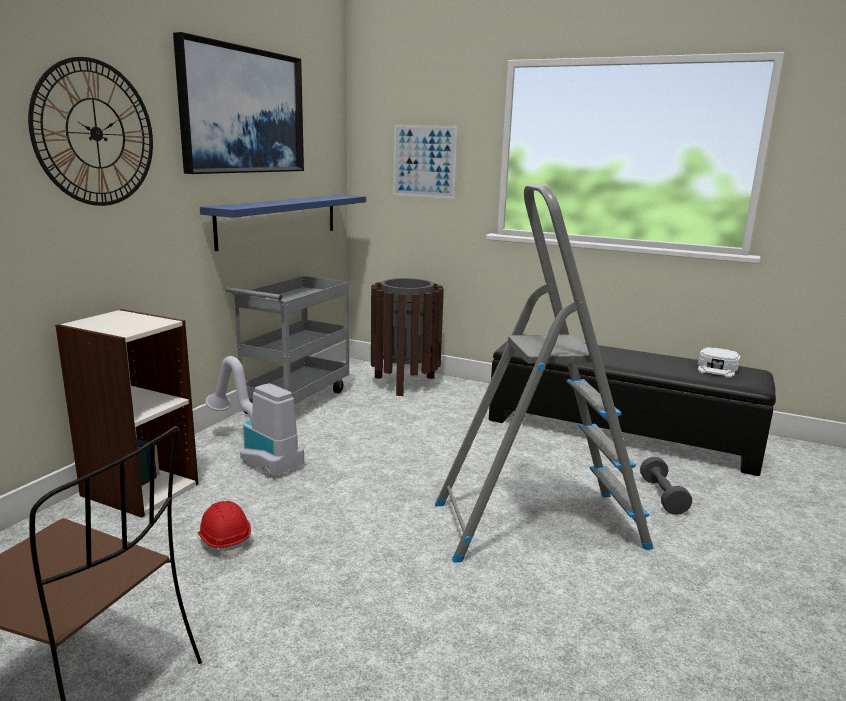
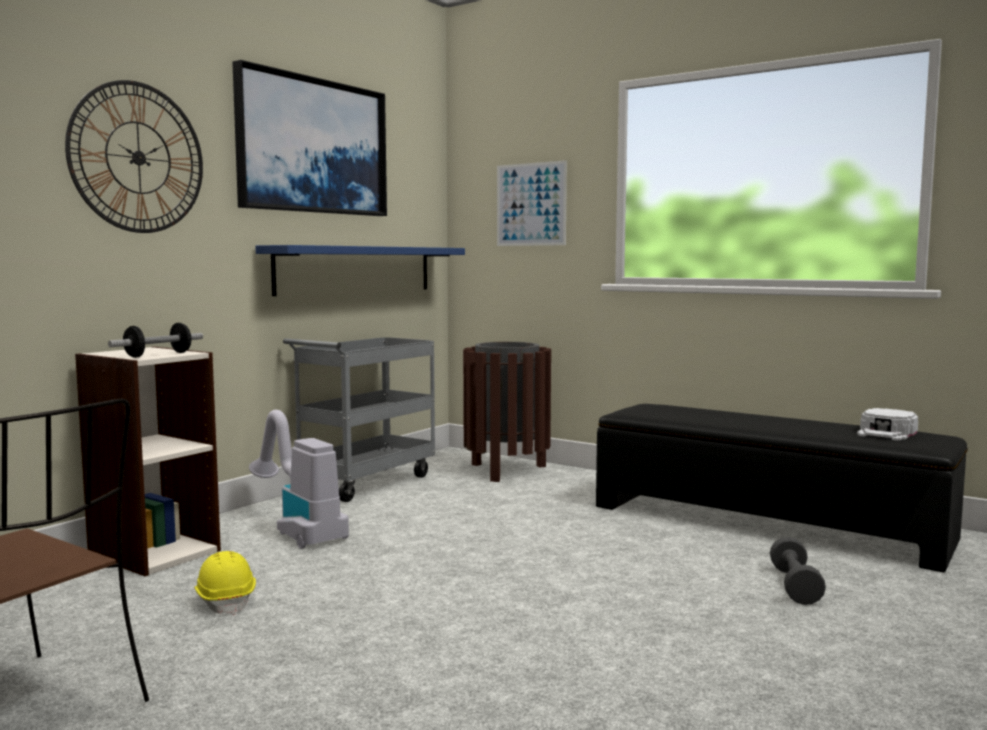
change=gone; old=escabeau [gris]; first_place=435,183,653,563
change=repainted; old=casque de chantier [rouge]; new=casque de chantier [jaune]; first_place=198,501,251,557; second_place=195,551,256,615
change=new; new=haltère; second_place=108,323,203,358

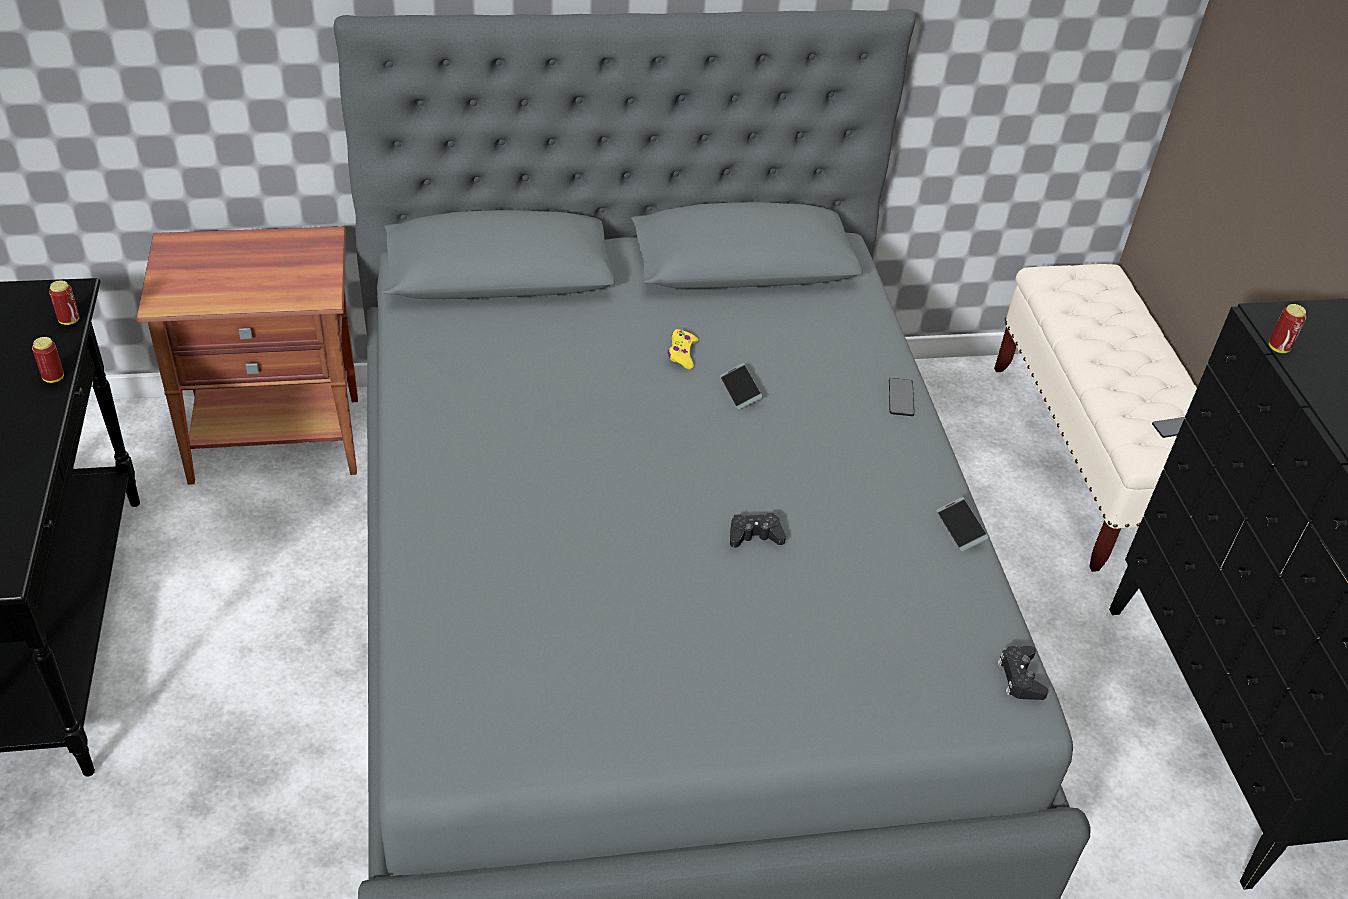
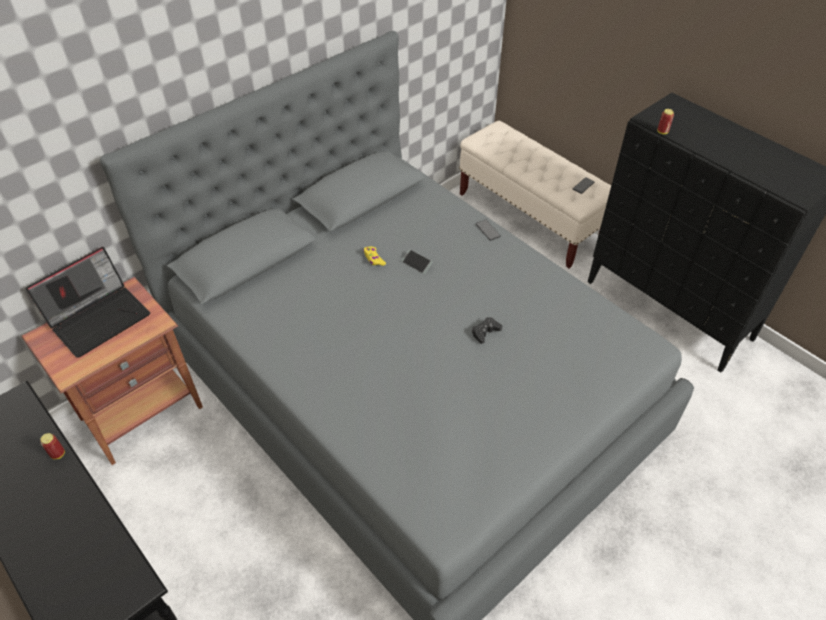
change=gone; old=boîte métallique; first_place=49,280,79,325
change=gone; old=téléphone; first_place=937,497,989,552
change=gone; old=manette [noir]; first_place=997,646,1049,700
change=new; new=ordinateur portable; second_place=26,247,150,358

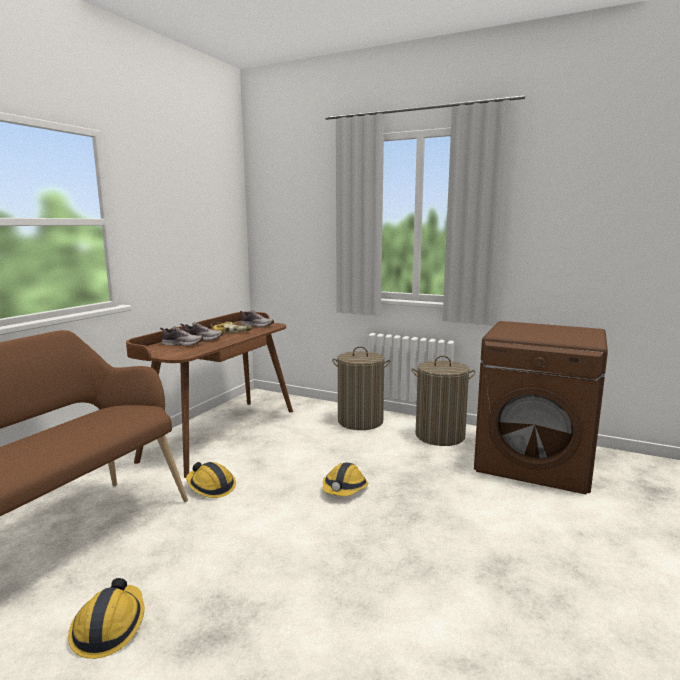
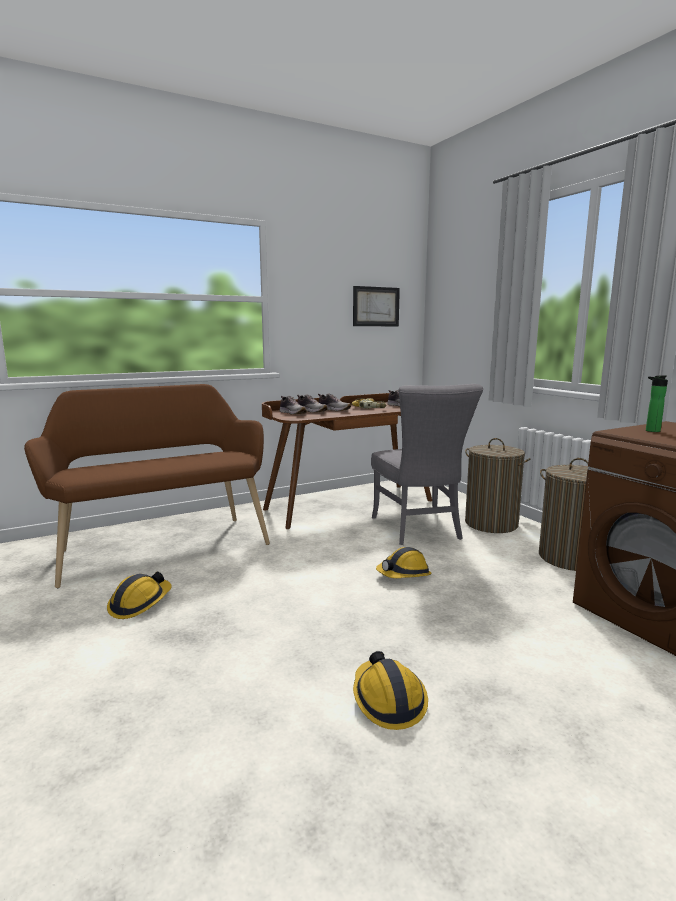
change=shifted; old=casque de chantier; first_place=186,462,236,498; second_place=353,651,428,730
change=new; new=tableau; second_place=353,286,400,326
change=new; new=bouteille; second_place=646,375,668,432
change=new; new=chaise [gris]; second_place=371,384,484,545
change=new; new=chaussure; second_place=280,396,307,415

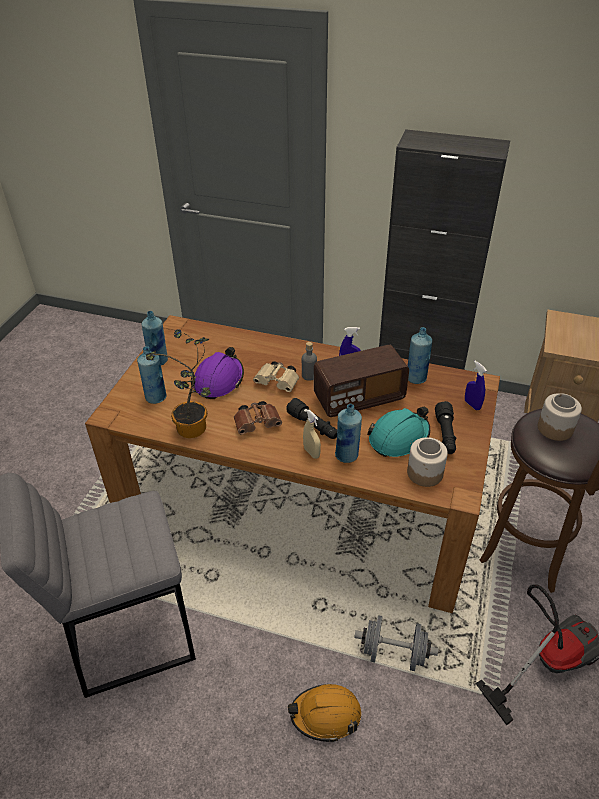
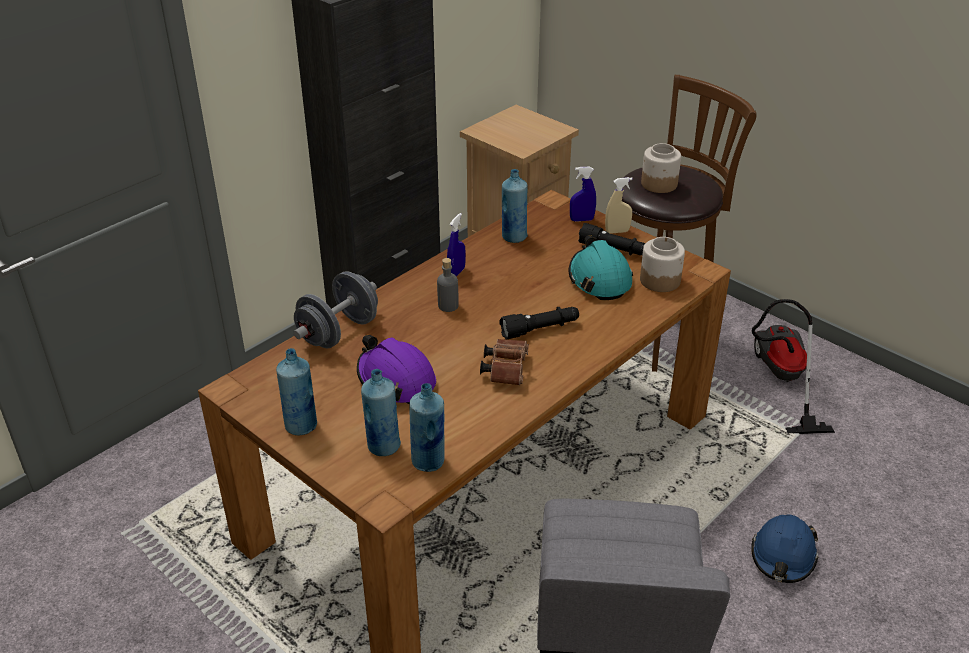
change=gone; old=plante en pot; first_place=146,329,211,438
change=gone; old=radio; first_place=314,345,409,417
change=gone; old=jumelles [beige]; first_place=253,361,299,392
change=shifted; old=bouteille [bleu]; first_place=335,404,362,463; second_place=409,383,445,472
change=shifted; old=vaporisateur [beige]; first_place=303,410,321,459; second_place=605,177,633,234
change=shifted; old=haltère [gris]; first_place=354,615,438,671; second_place=294,271,378,348
change=repainted; old=casque de chantier [orange]; new=casque de chantier [bleu]; first_place=288,684,361,742; second_place=751,515,818,583

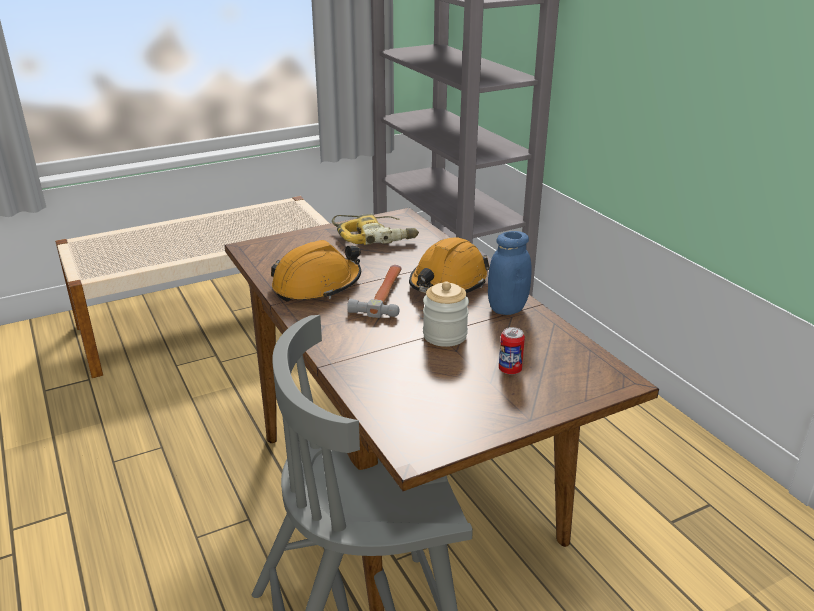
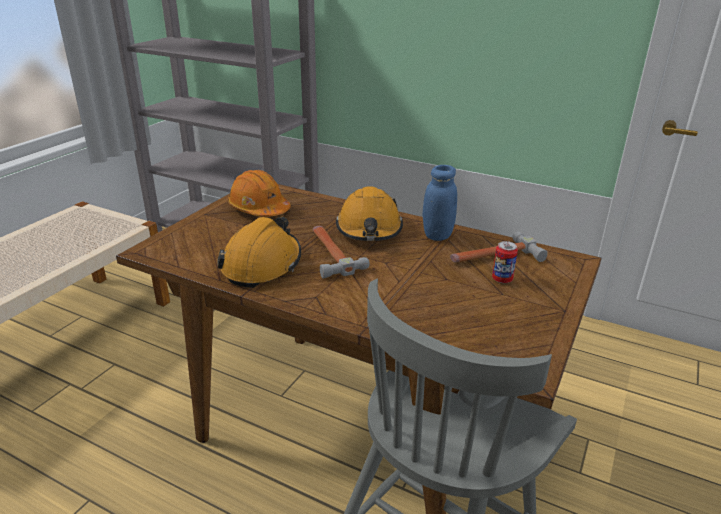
change=swapped; old=perceuse; new=casque de chantier [orange]; first_place=332,214,419,245; second_place=228,170,291,217
change=gone; old=bocal; first_place=423,281,469,347
change=new; new=marteau; second_place=450,232,548,262

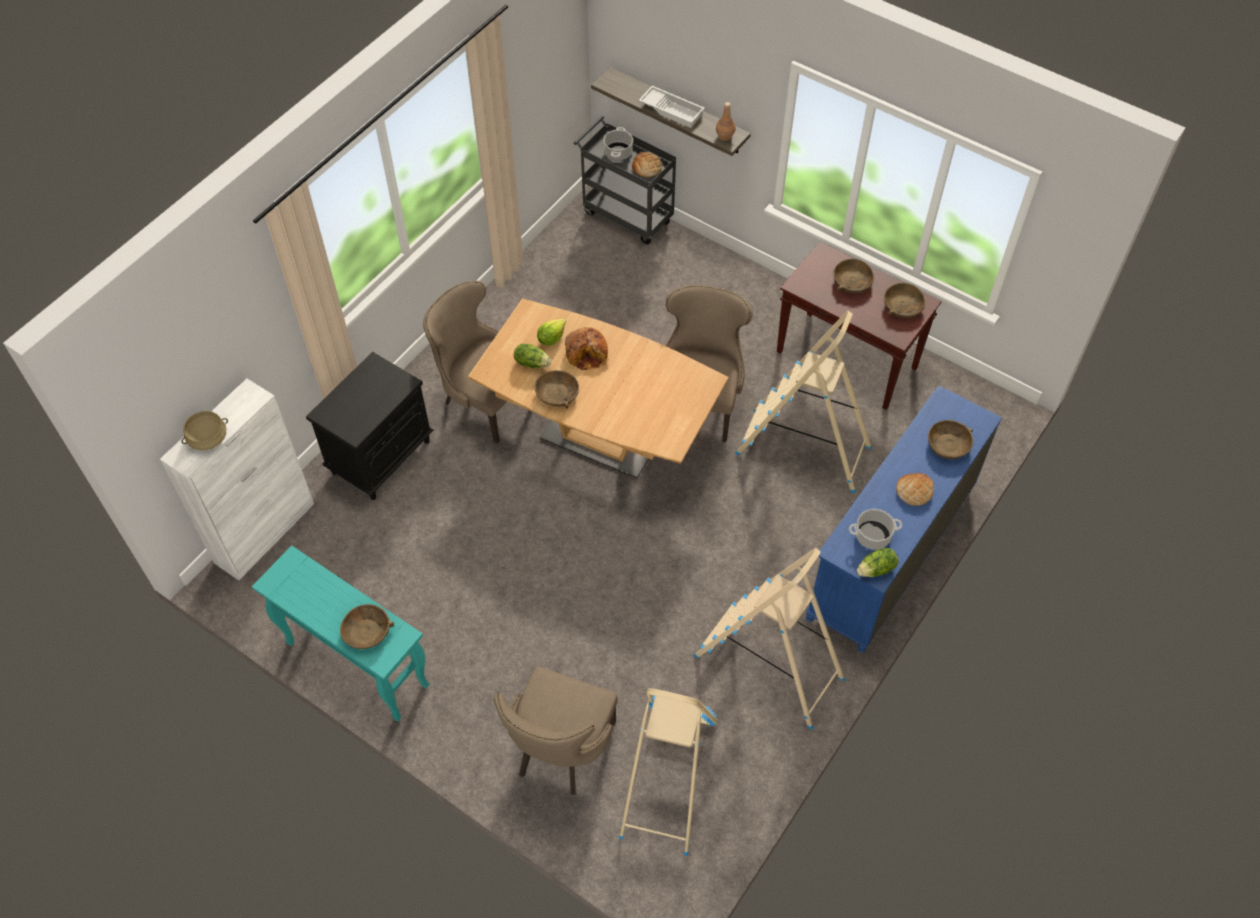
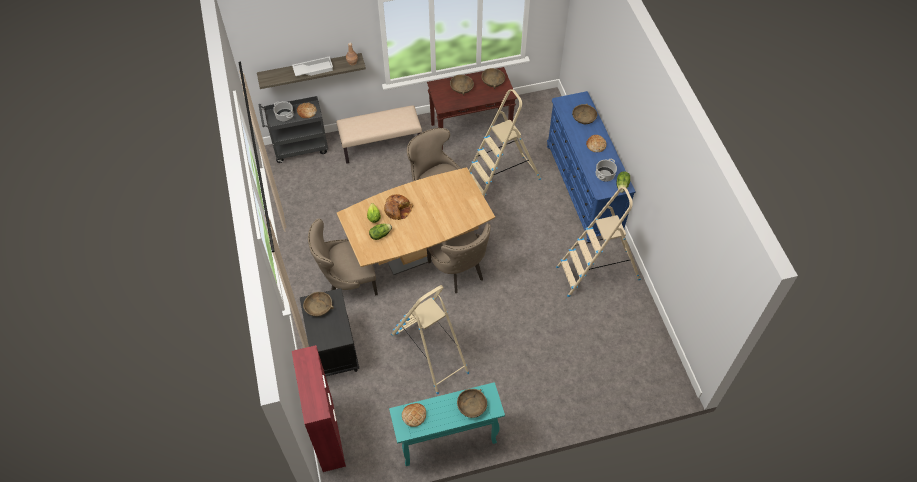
change=shifted; old=bol [marron]; first_place=535,370,579,409; second_place=303,292,334,316
change=repainted; old=meuble de rangement [blanc]; new=meuble de rangement [rouge]; first_place=160,379,314,580; second_place=292,345,346,472
change=gone; old=marmite [beige]; first_place=181,411,228,450
change=shifted; old=chaise [beige]; first_place=494,666,618,795; second_place=427,223,491,293
change=shifted; old=escabeau [beige]; first_place=619,688,718,856; second_place=391,285,469,394
change=new; new=banc [beige]; second_place=336,105,422,164
change=new; new=pain; second_place=402,403,426,427

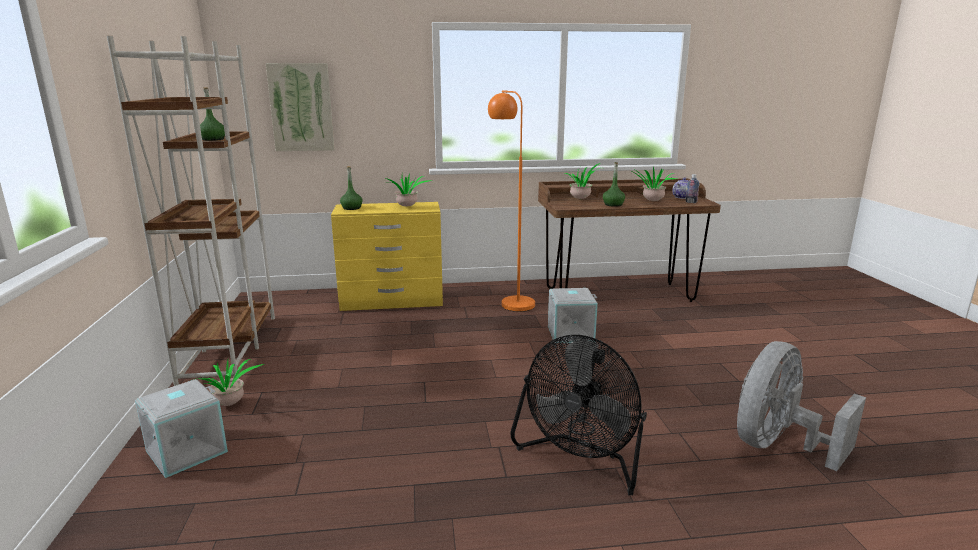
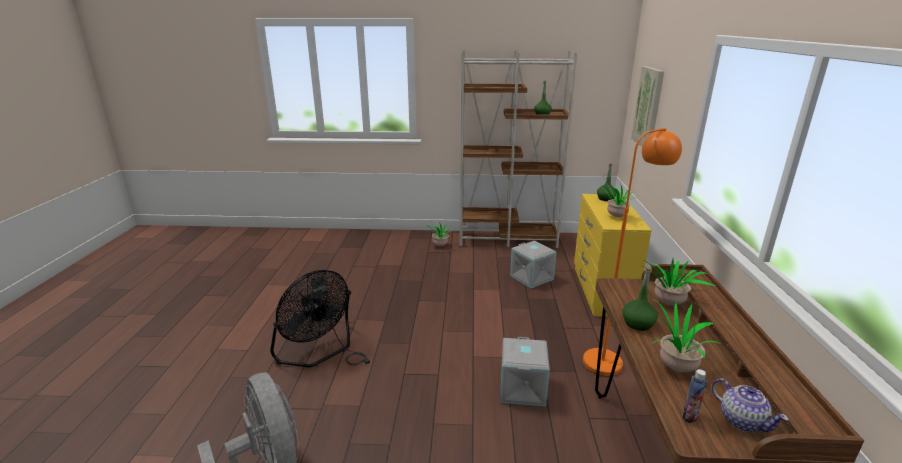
change=shifted; old=boîte de rangement [gris]; first_place=135,379,228,478; second_place=510,241,556,288

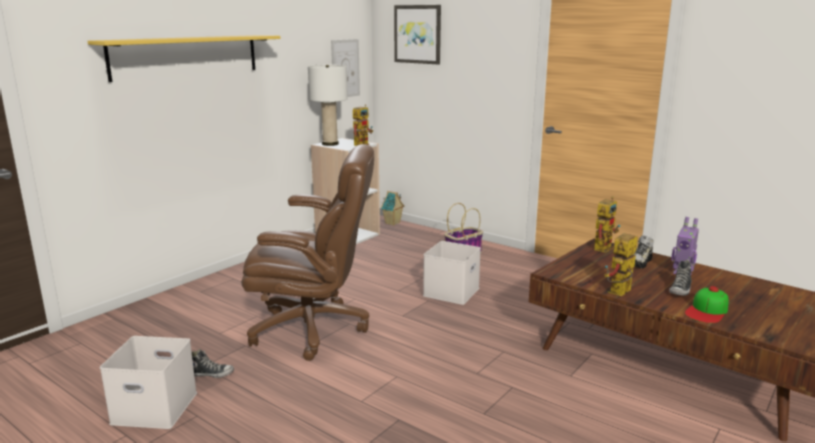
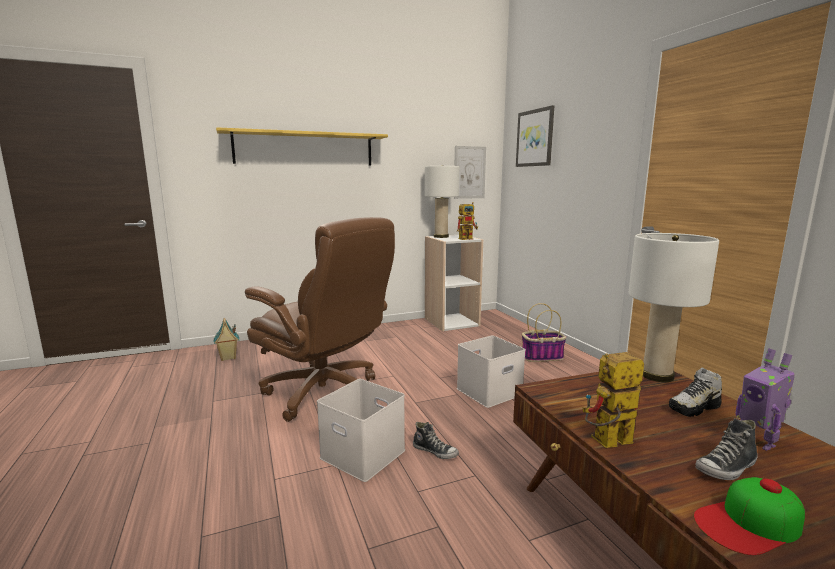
change=shifted; old=maison miniature; first_place=381,191,405,226; second_place=214,318,239,361
change=swapped; old=robot jouet; new=lampe de table [blanc]; first_place=594,196,620,253; second_place=628,233,719,382
change=shifted; old=boîte de rangement [blanc]; first_place=100,336,197,429; second_place=317,379,405,482
change=shifted; old=chaussure; first_place=192,349,234,378; second_place=413,422,459,459

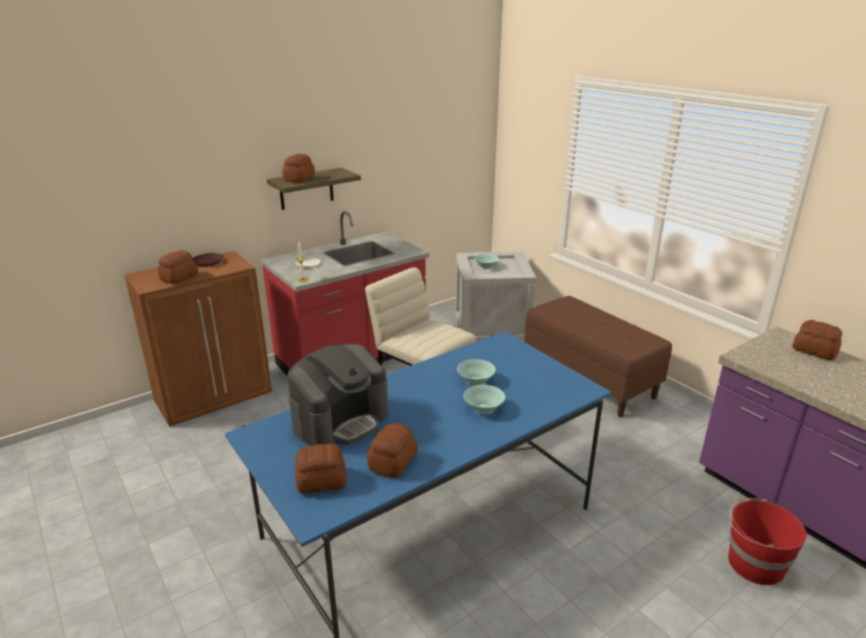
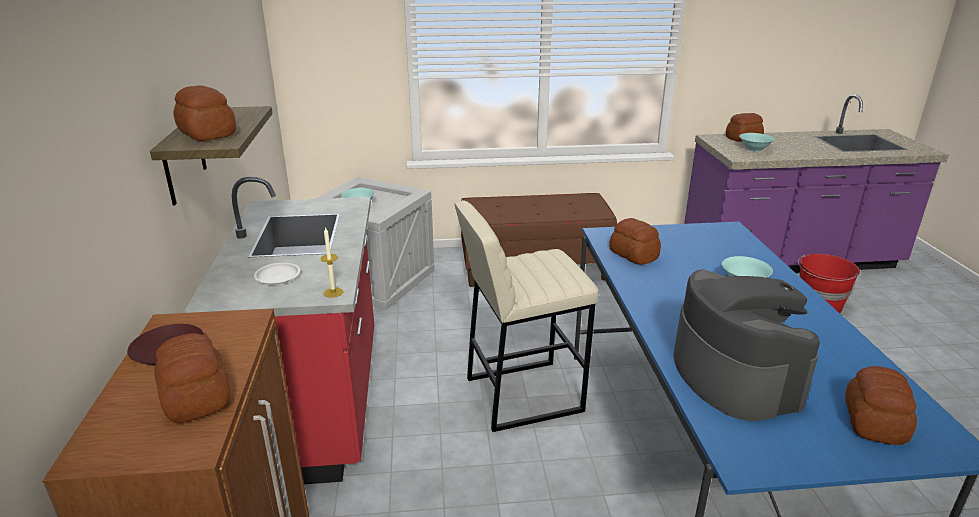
change=shifted; old=bol [turquoise]; first_place=457,359,496,386; second_place=739,133,774,152
change=shifted; old=pain; first_place=367,423,418,478; second_place=609,218,661,265

